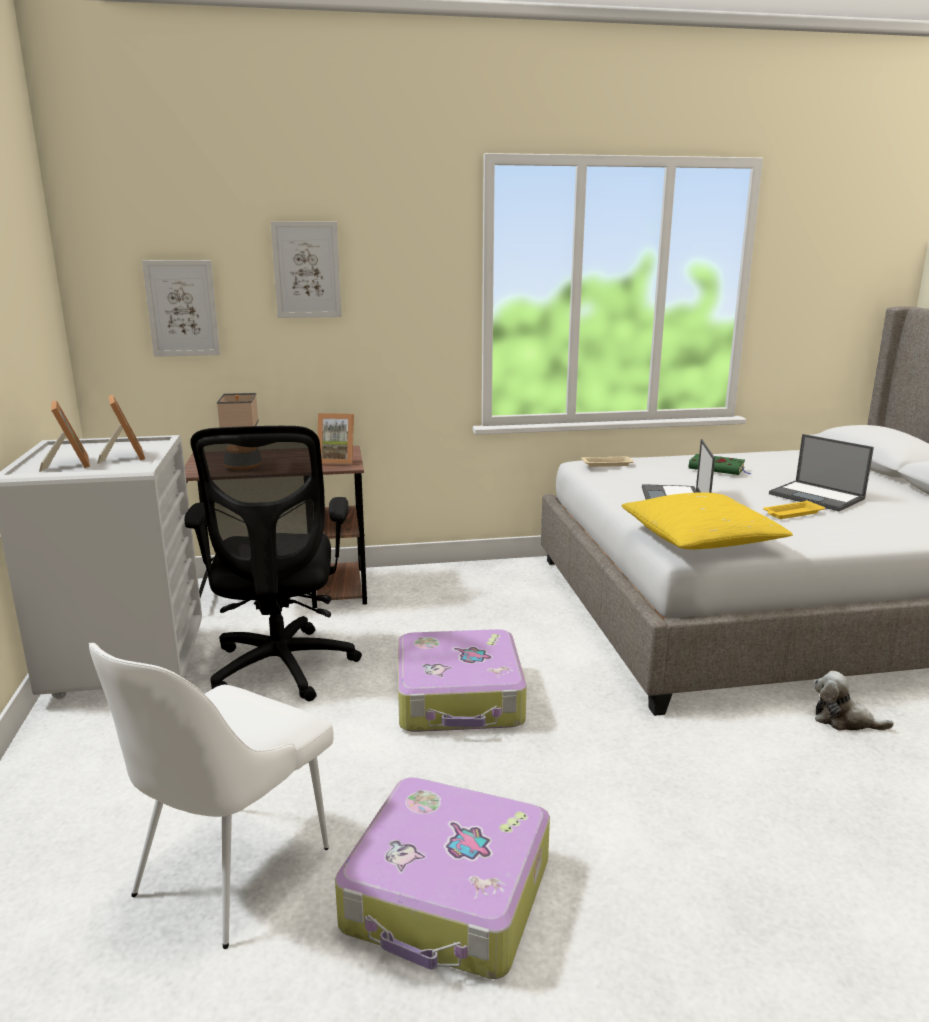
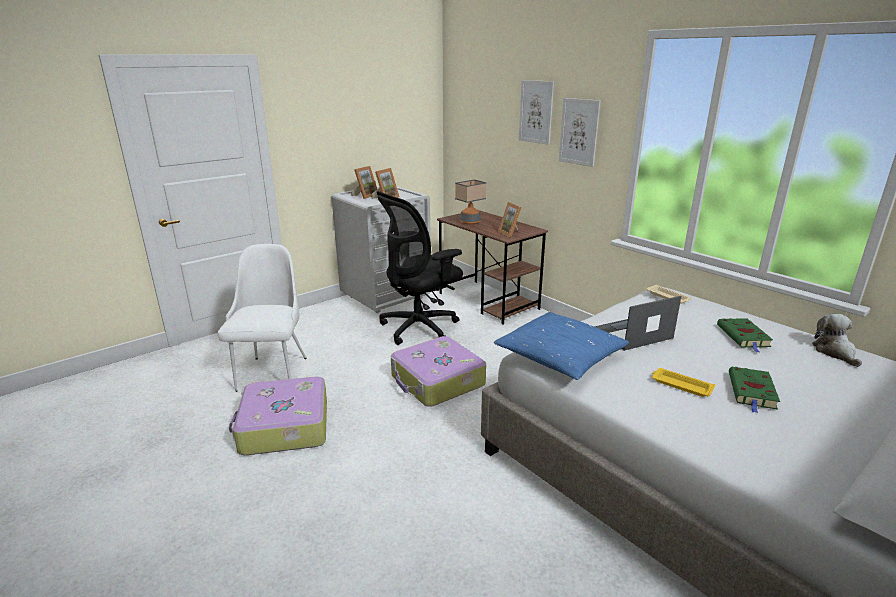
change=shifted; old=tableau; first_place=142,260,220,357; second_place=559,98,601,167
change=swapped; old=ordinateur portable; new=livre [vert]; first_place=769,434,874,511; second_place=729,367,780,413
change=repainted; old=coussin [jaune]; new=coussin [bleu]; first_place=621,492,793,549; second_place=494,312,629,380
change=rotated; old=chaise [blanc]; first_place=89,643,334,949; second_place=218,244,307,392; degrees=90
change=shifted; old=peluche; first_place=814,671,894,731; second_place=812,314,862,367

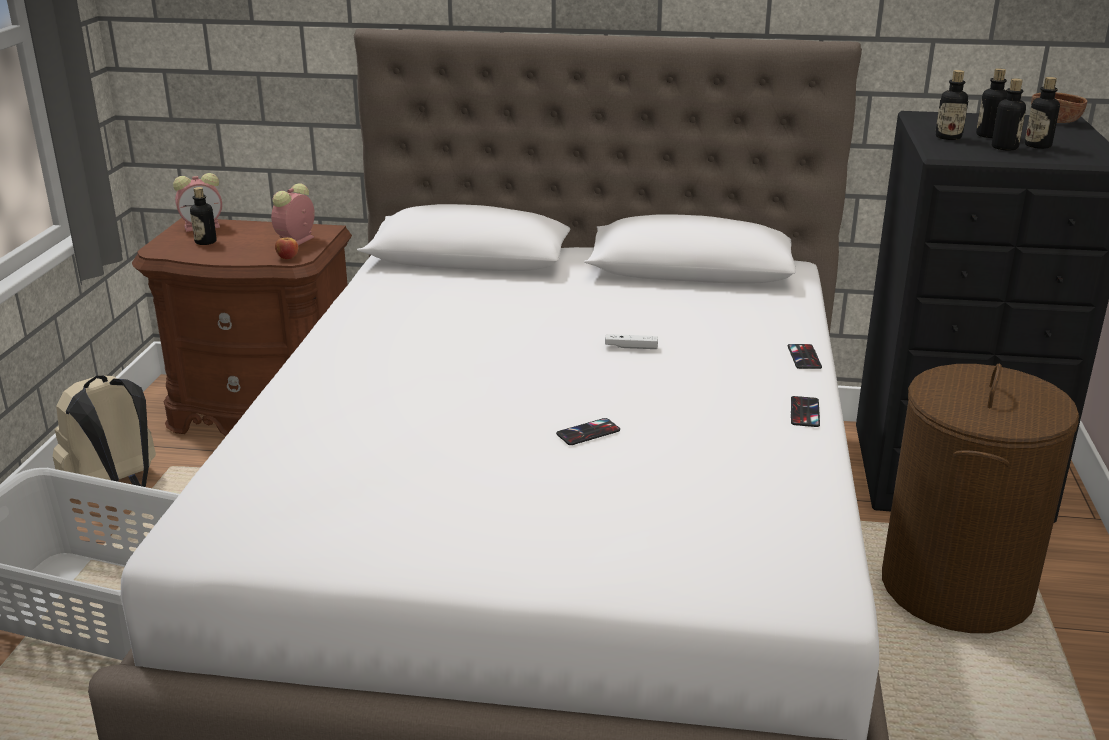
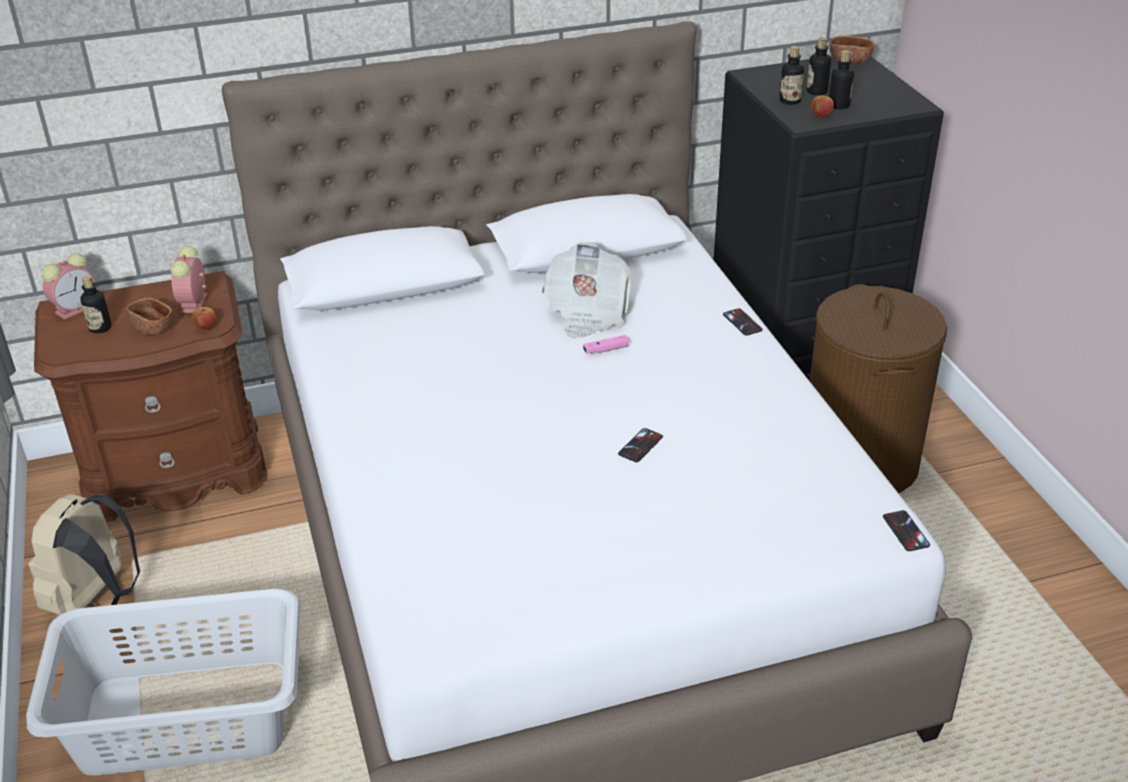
change=gone; old=bouteille; first_place=1025,77,1060,149
change=repainted; old=manette [blanc]; new=manette [rose]; first_place=605,334,658,349; second_place=583,335,629,354
change=shifted; old=téléphone; first_place=791,396,820,427; second_place=883,510,930,551
change=new; new=pomme; second_place=811,95,834,118
change=new; new=journal; second_place=542,242,632,338
change=new; new=bol [marron]; second_place=126,298,173,334

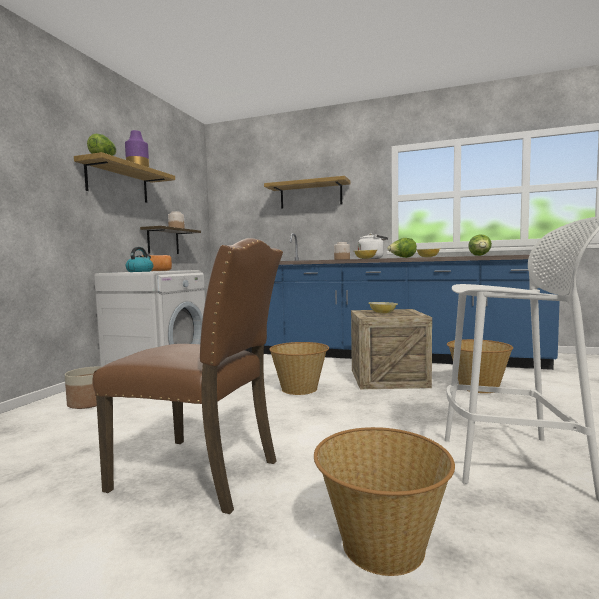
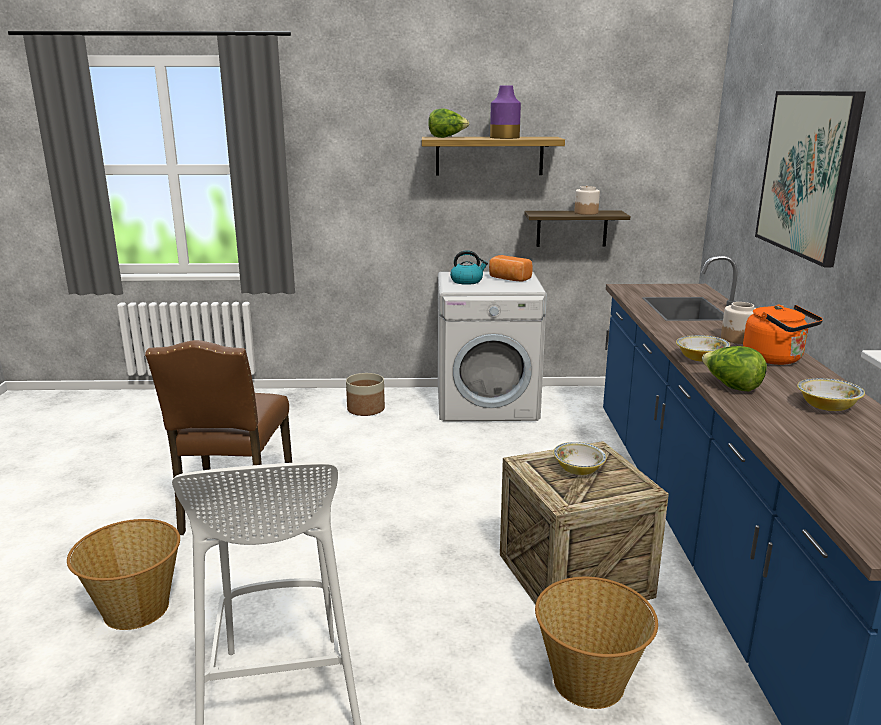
change=swapped; old=étagère; new=tableau; first_place=264,176,350,209; second_place=755,91,866,267
change=repainted; old=bouilloire [blanc]; new=bouilloire [orange]; first_place=358,234,388,259; second_place=743,305,823,365
change=gone; old=laitue; first_place=468,234,492,256
change=gone; old=panier; first_place=269,342,329,395

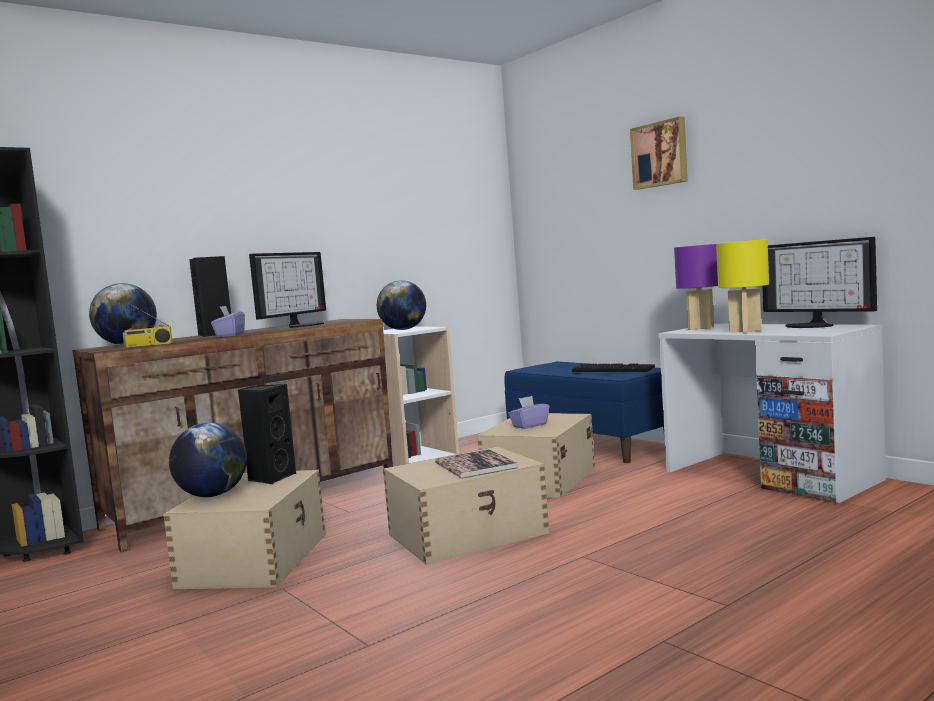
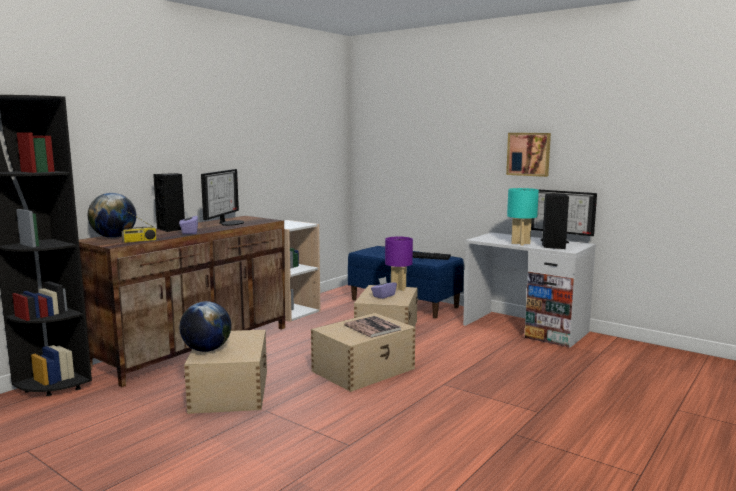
change=shifted; old=tableau; first_place=630,116,688,190; second_place=506,133,551,177
change=repainted; old=lampe de table [jaune]; new=lampe de table [turquoise]; first_place=716,239,769,333; second_place=507,188,539,245
change=shifted; old=lampe de table [violet]; first_place=674,244,718,330; second_place=385,237,413,291
change=gone; old=globe; first_place=377,280,426,330
change=shifted; old=enceinte [noir]; first_place=238,384,296,484; second_place=542,194,569,249

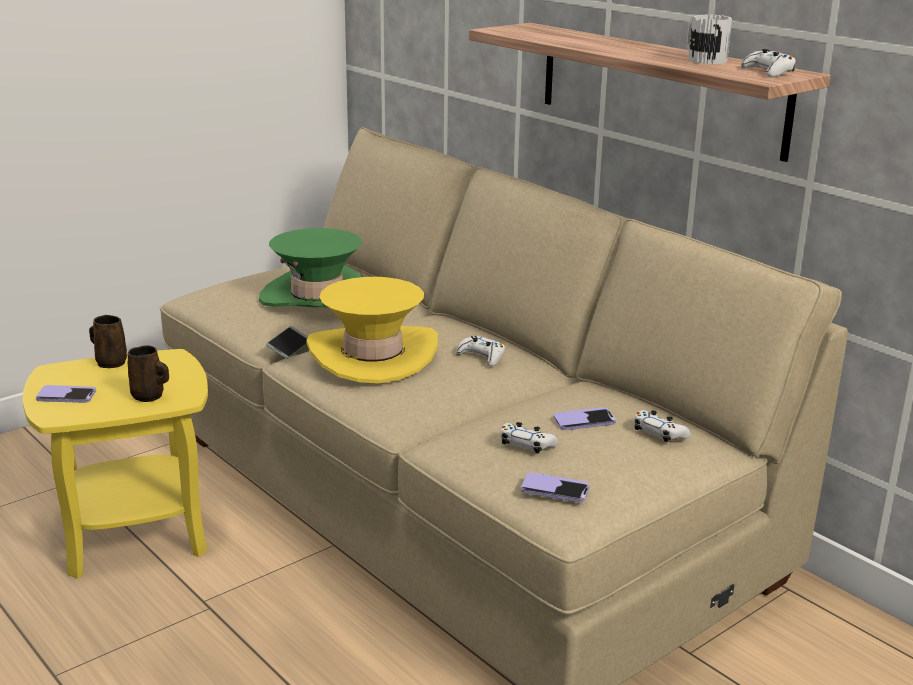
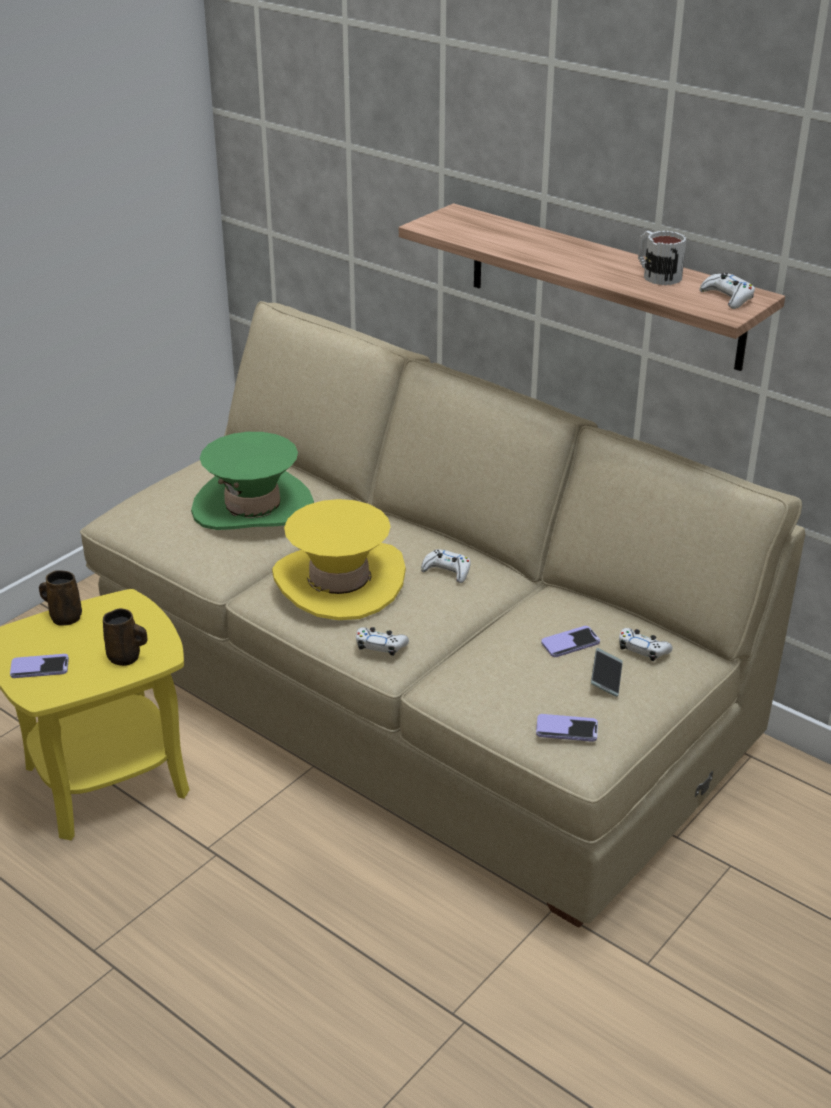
change=shifted; old=téléphone; first_place=266,326,308,359; second_place=591,648,623,697
change=shifted; old=manette [blanc]; first_place=500,422,558,453; second_place=356,627,409,656

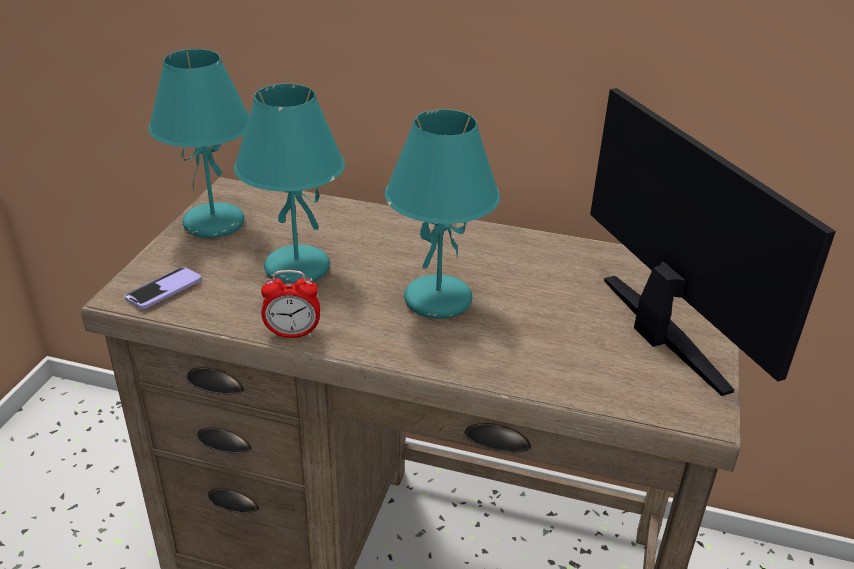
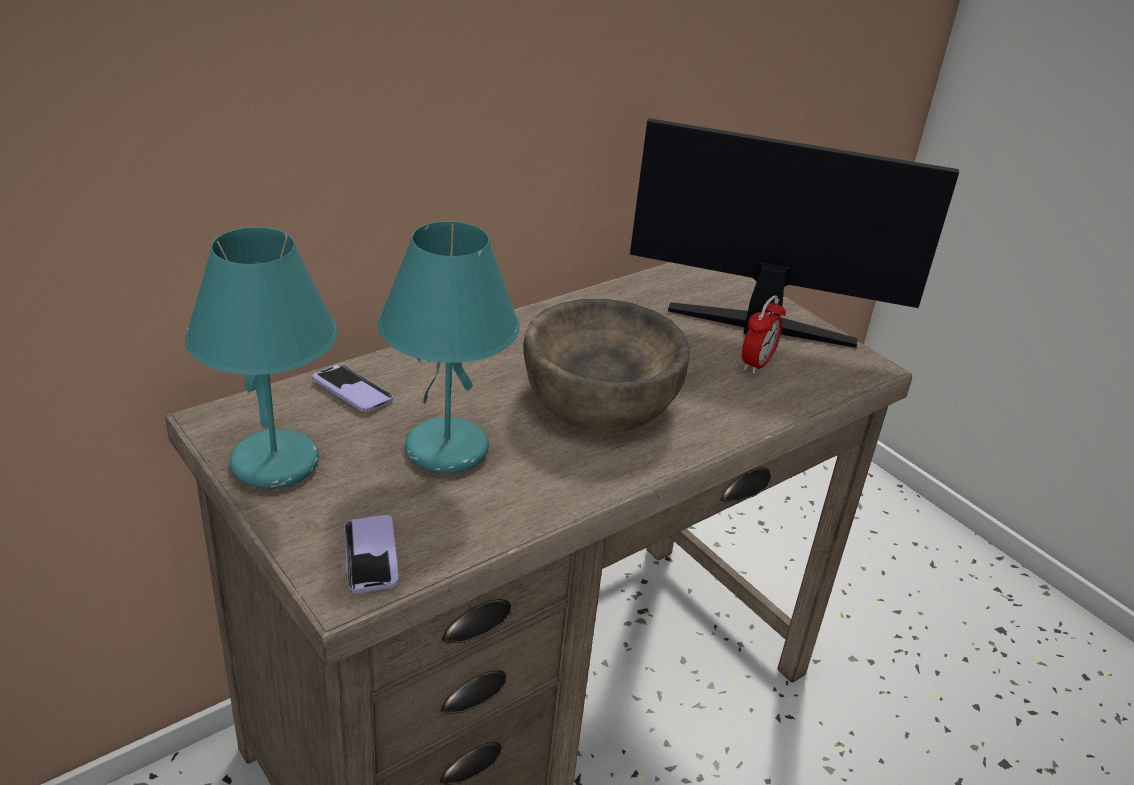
change=swapped; old=lampe de table [turquoise]; new=bol [marron]; first_place=385,109,500,319; second_place=523,299,690,433
change=shifted; old=réveil; first_place=261,270,320,338; second_place=742,295,786,374
change=new; new=téléphone; second_place=313,364,393,412

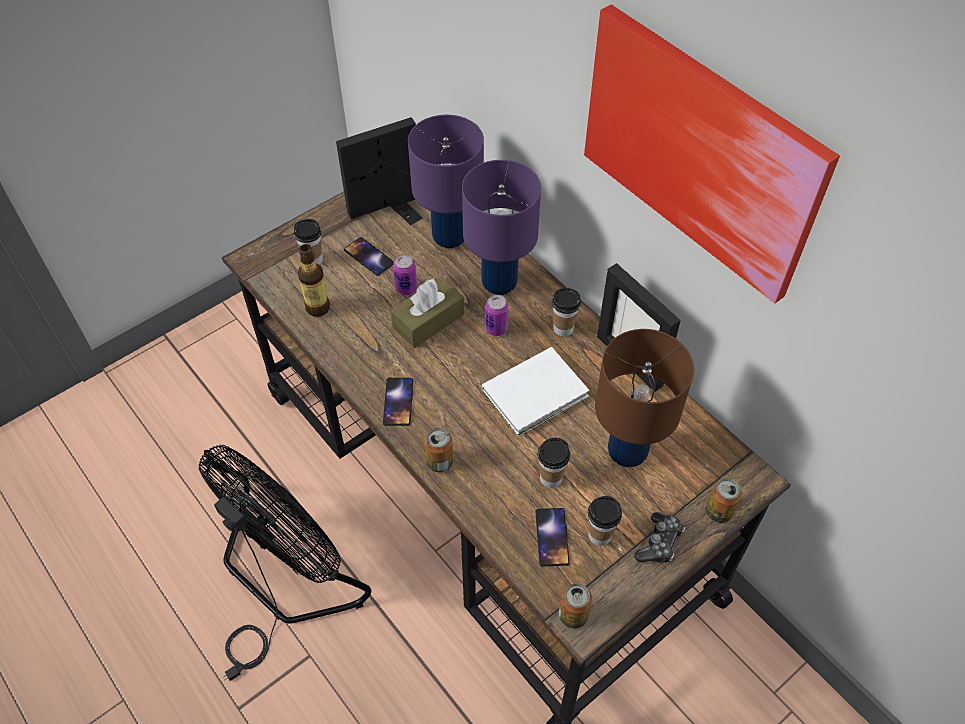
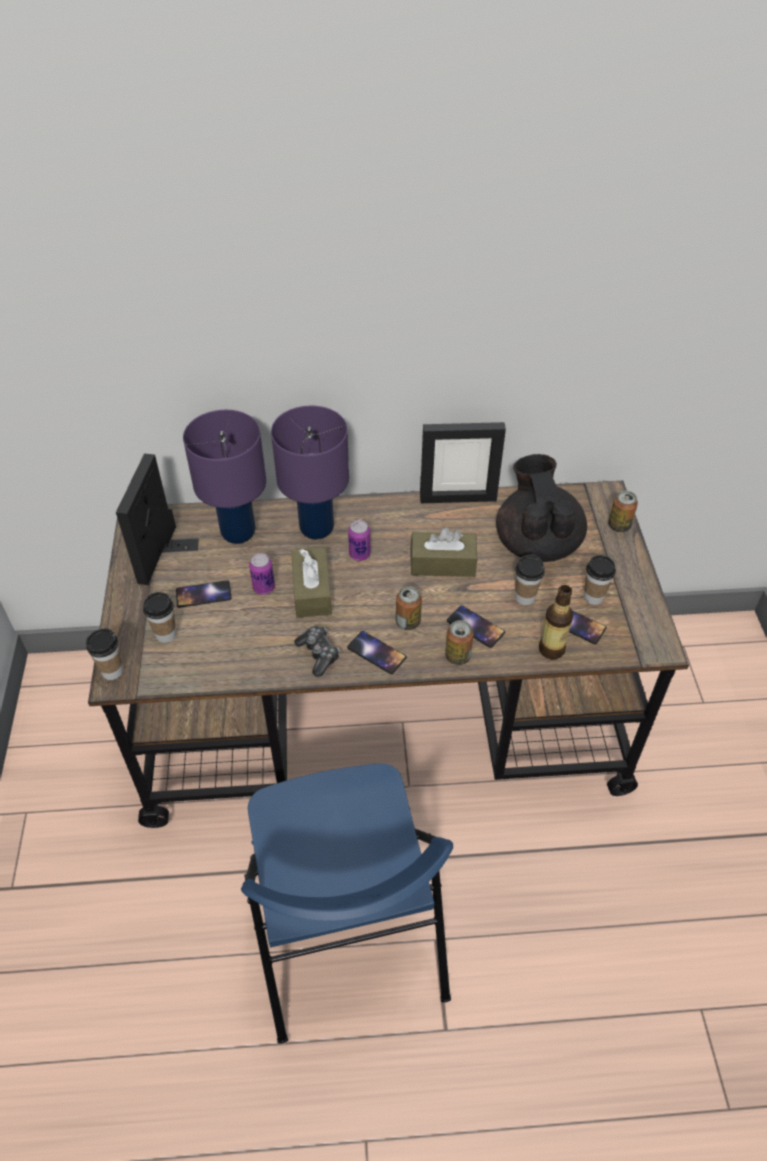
change=gone; old=tableau; first_place=584,4,840,303
change=shifted; old=bouteille; first_place=297,244,330,317; second_place=539,585,573,660
change=shifted; old=tasse; first_place=552,288,581,337; second_place=86,629,123,680
change=swapped; old=lampe de table [marron]; new=théière [noir]; first_place=595,329,694,467; second_place=496,454,587,562
change=swapped; old=livre [blanc]; new=boîte à mouchoirs [marron]; first_place=482,347,590,436; second_place=410,527,477,577
change=swapped; old=ventilateur [noir]; new=chaise [bleu]; first_place=198,445,371,681; second_place=241,763,453,1044
change=shifted; old=manette; first_place=634,512,685,562; second_place=294,626,340,677
change=shifted; old=boîte métallique; first_place=559,583,592,628; second_place=396,586,422,630
change=new; new=téléphone; second_place=447,605,505,648

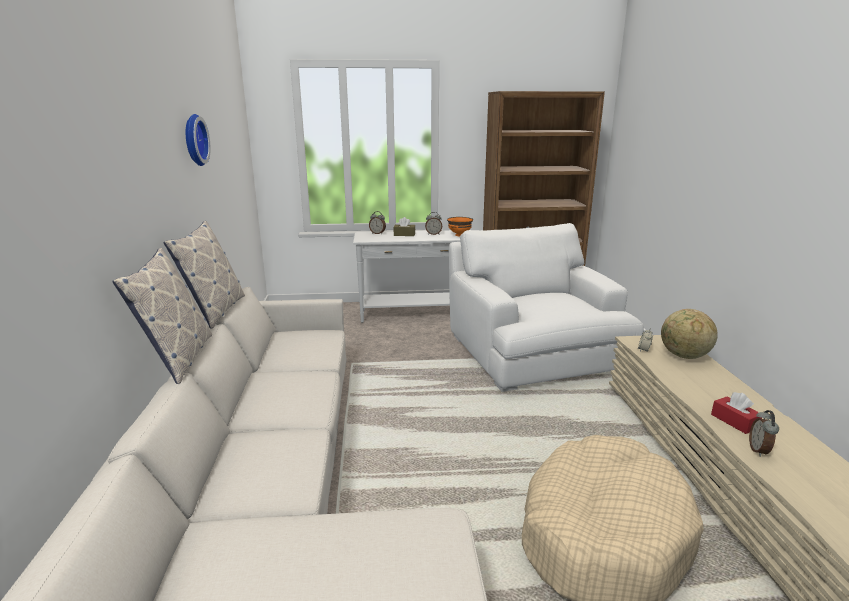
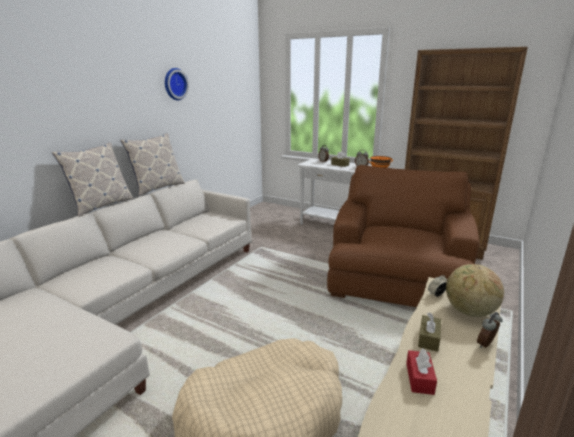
change=repainted; old=fauteuil [blanc]; new=fauteuil [marron]; first_place=449,223,644,392; second_place=327,165,479,307
change=shifted; old=réveil; first_place=749,410,779,457; second_place=477,312,503,348
change=new; new=boîte à mouchoirs [marron]; second_place=418,313,441,352

